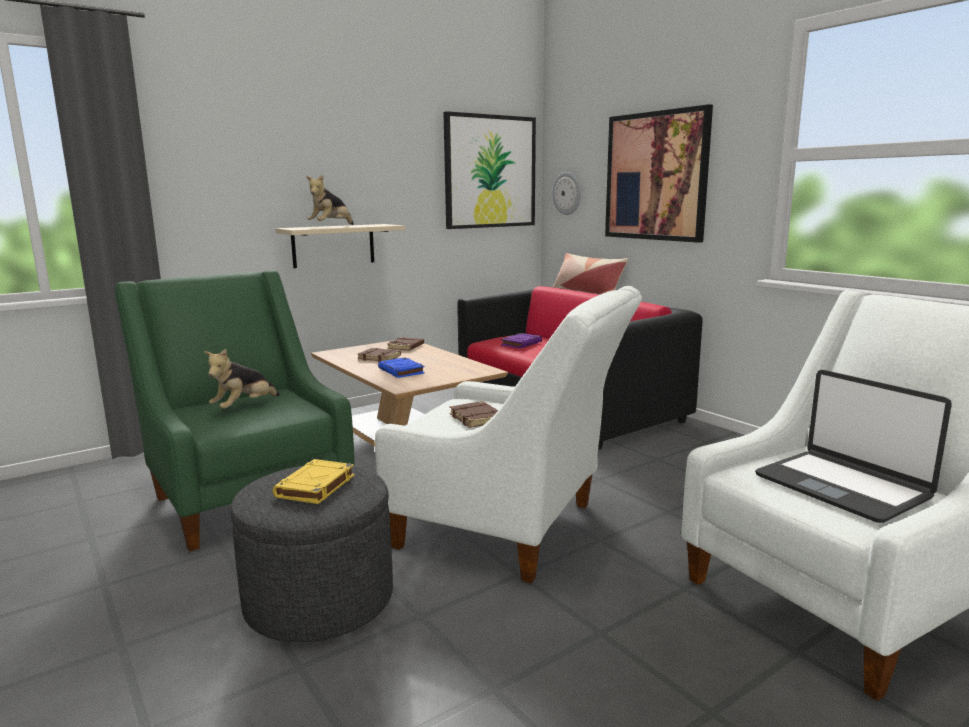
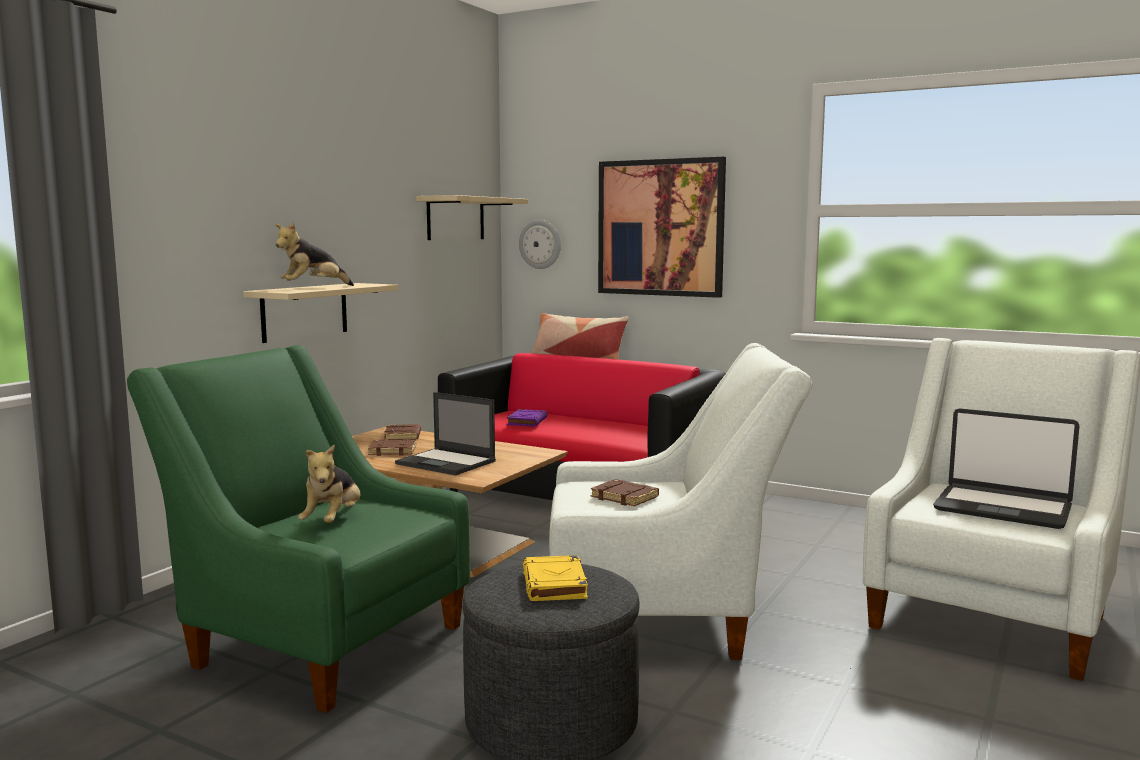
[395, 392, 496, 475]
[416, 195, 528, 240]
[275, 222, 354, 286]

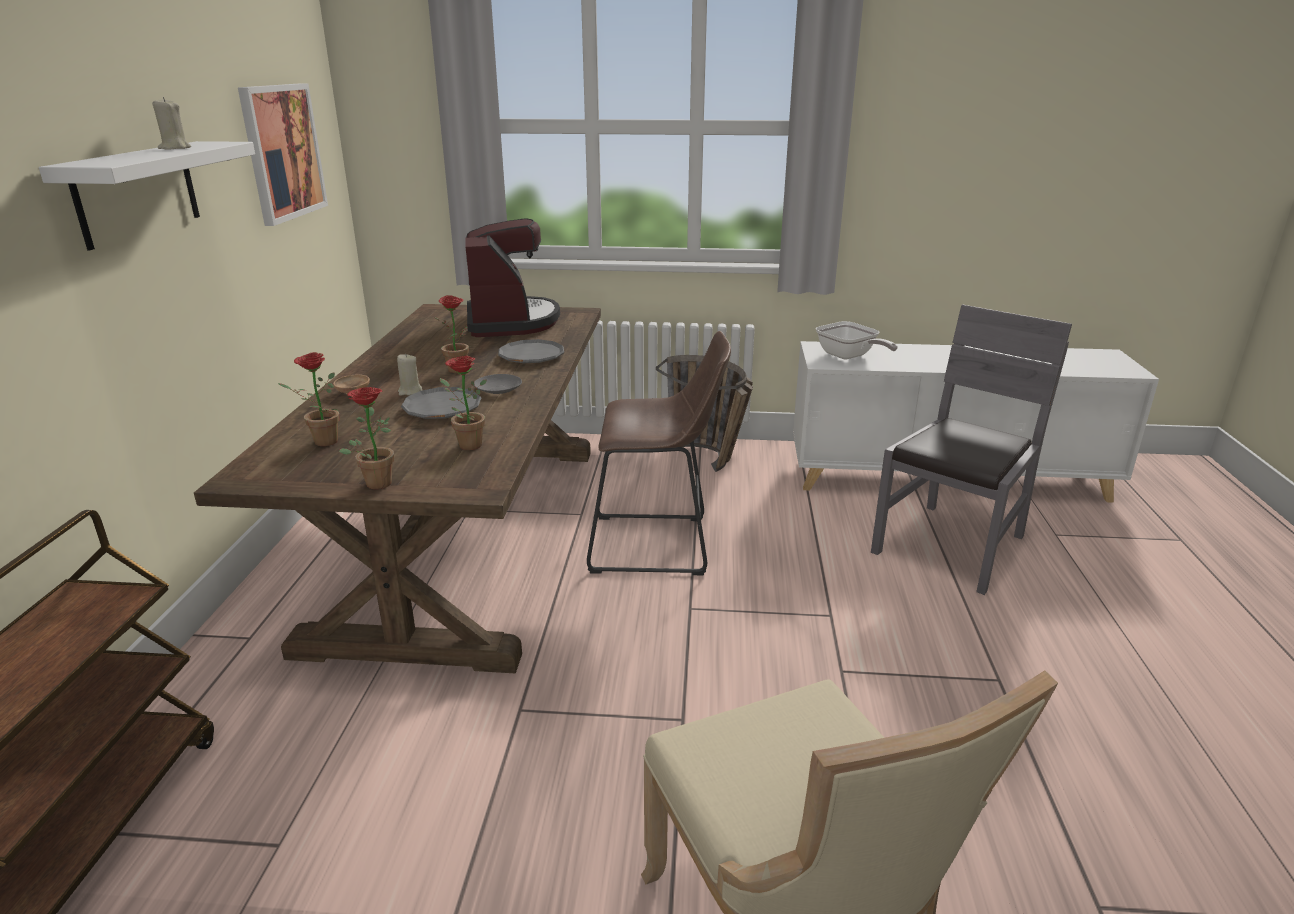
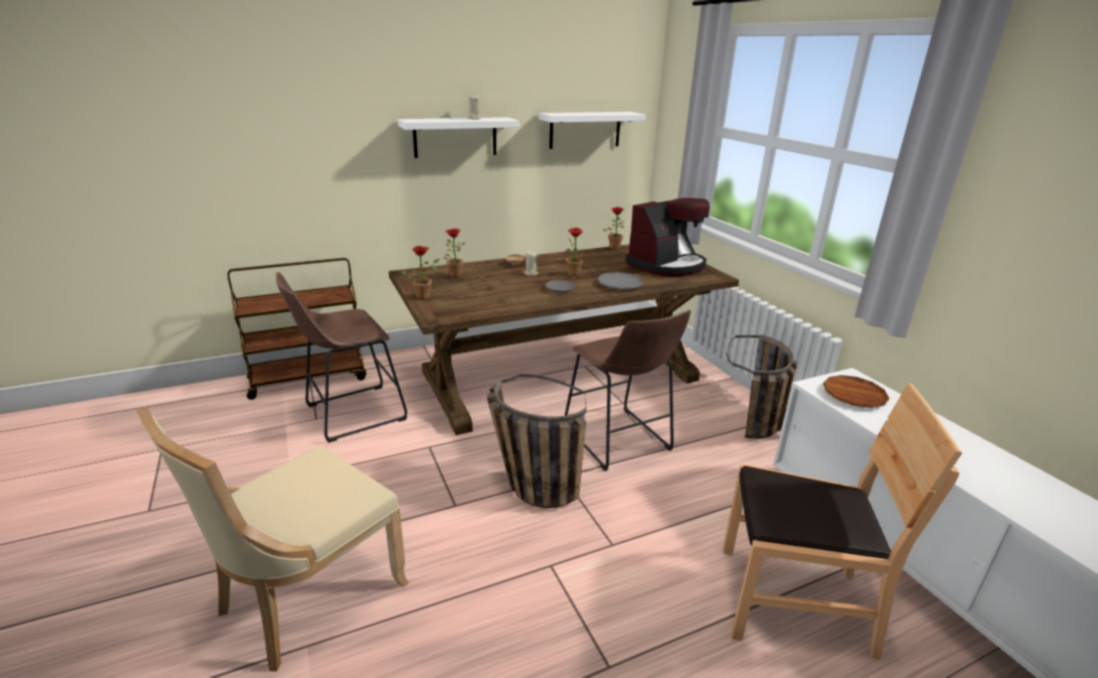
[401, 387, 481, 419] (first image)
[276, 272, 407, 443]
[487, 374, 587, 508]
[603, 207, 625, 250]
[538, 112, 646, 149]
[823, 375, 890, 408]
[723, 384, 962, 660]

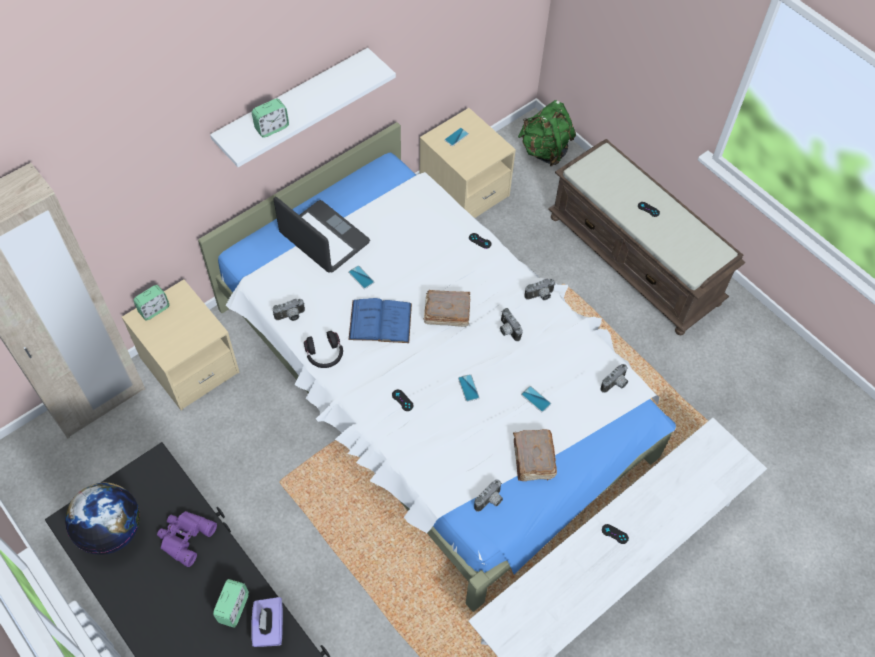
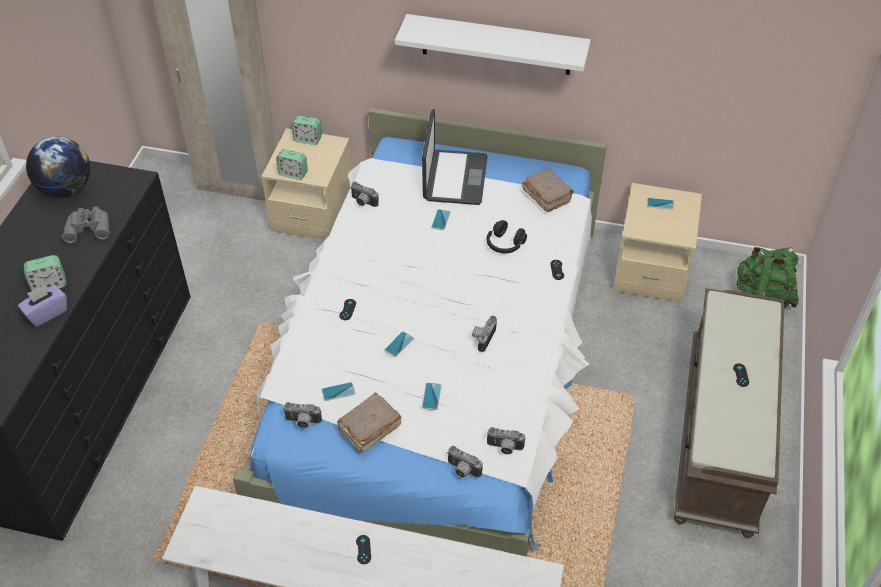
[348, 298, 412, 343] (first image)
[322, 382, 355, 401]
[276, 149, 308, 180]
[486, 220, 527, 253]
[522, 168, 574, 212]
[447, 446, 483, 478]
[62, 207, 110, 243]

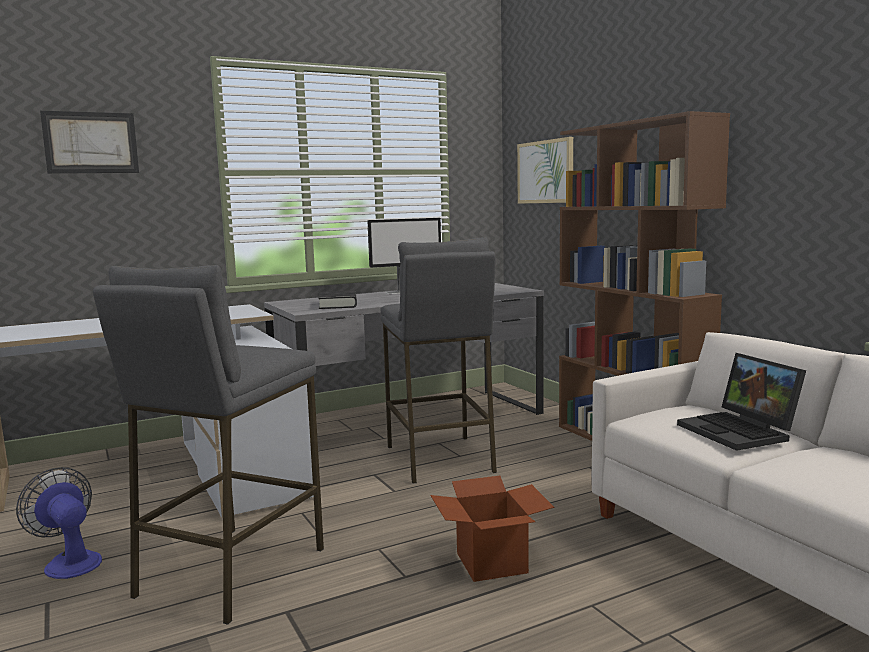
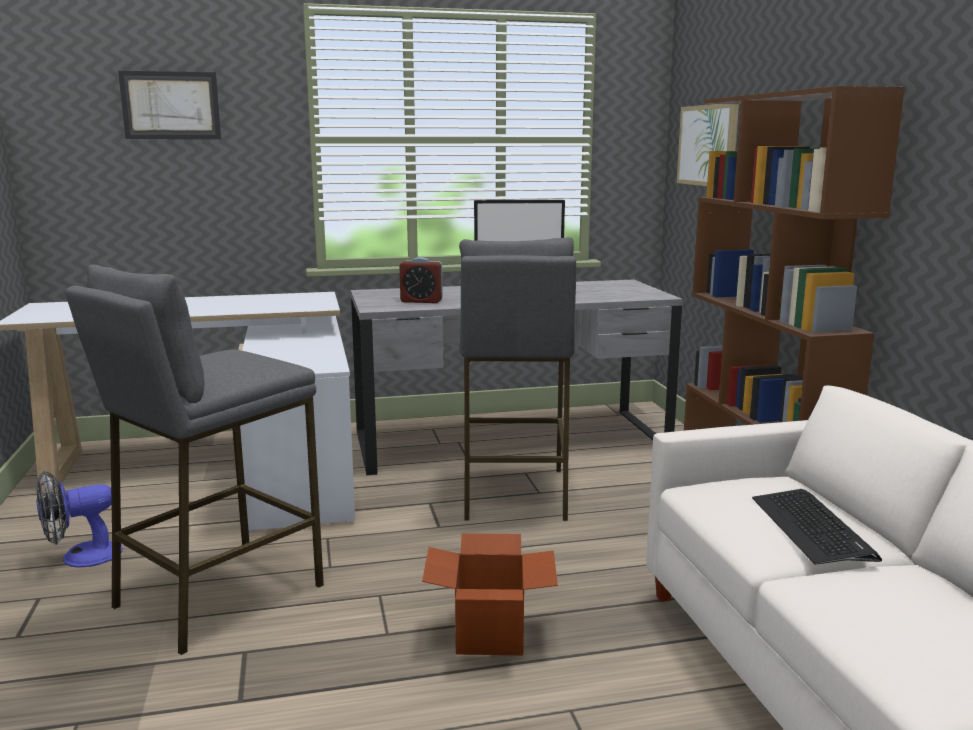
[399, 257, 443, 303]
[752, 489, 882, 564]
[36, 471, 123, 568]

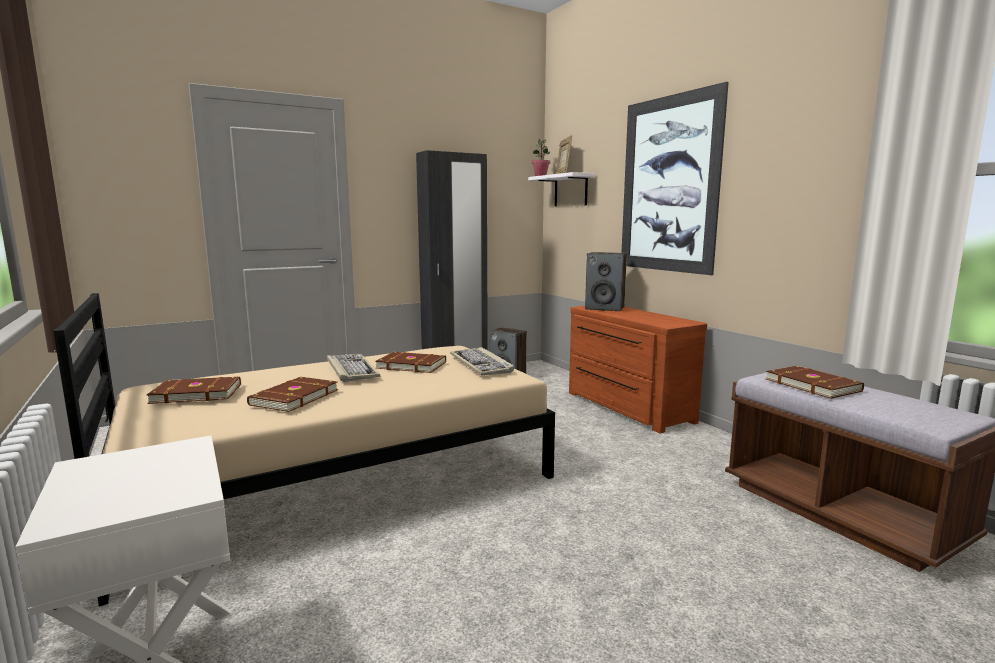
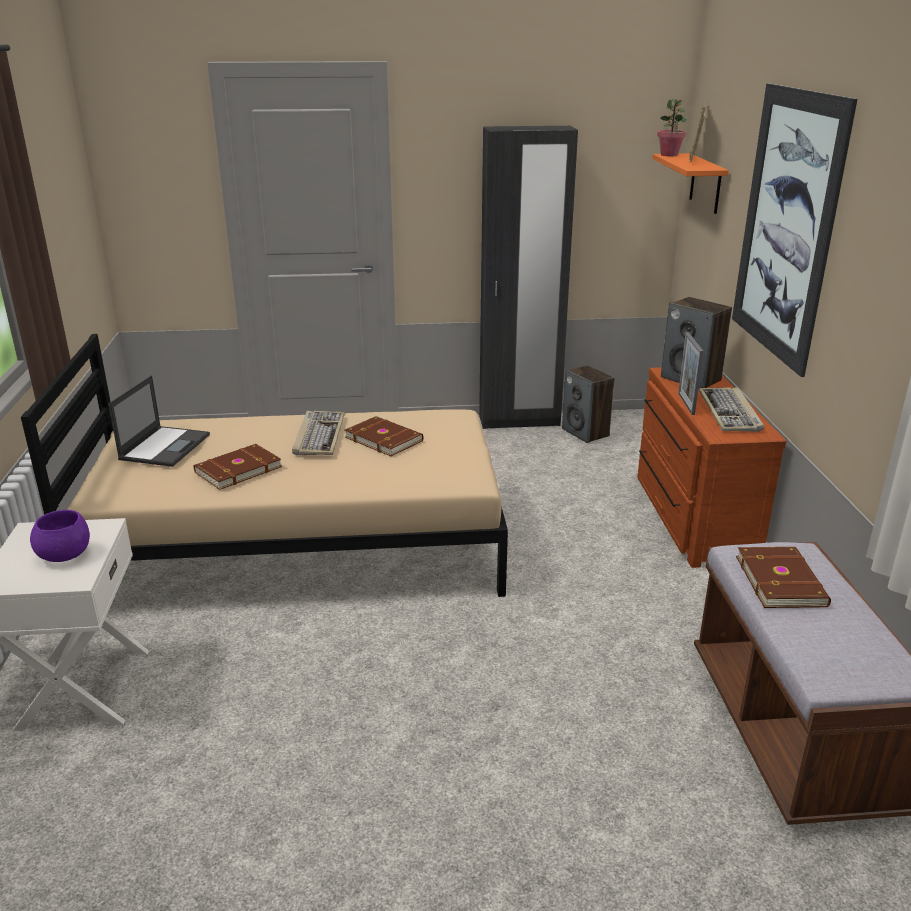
[30, 510, 90, 562]
[678, 332, 703, 415]
[699, 387, 764, 432]
[108, 375, 210, 467]
[652, 153, 729, 214]

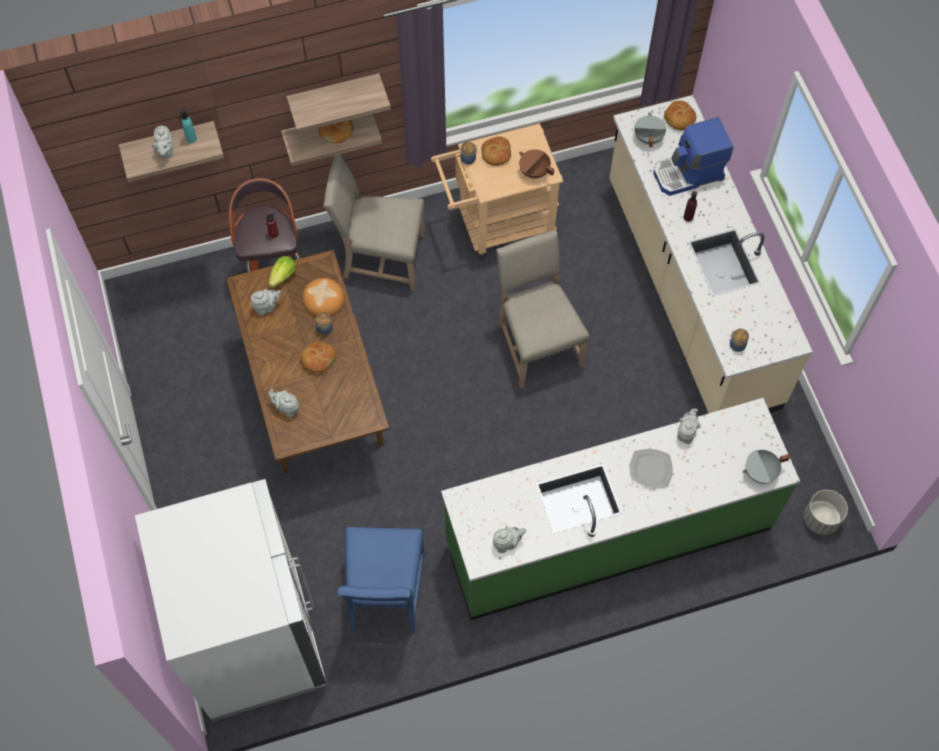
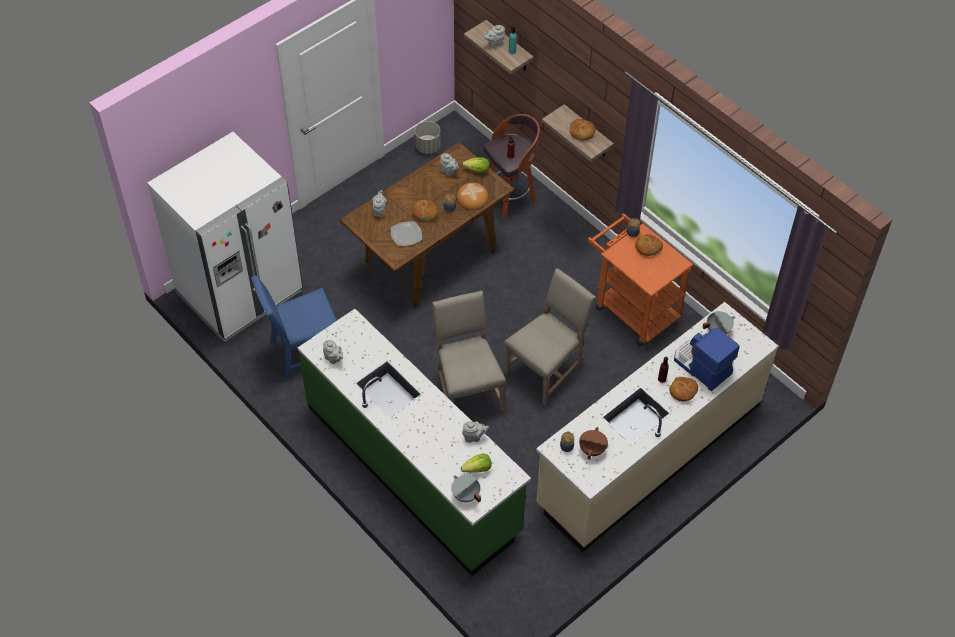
[286, 73, 391, 133] (first image)
[461, 454, 492, 473]
[432, 291, 506, 411]
[579, 427, 608, 460]
[391, 221, 422, 246]
[669, 377, 698, 401]
[415, 121, 441, 154]
[587, 213, 694, 346]

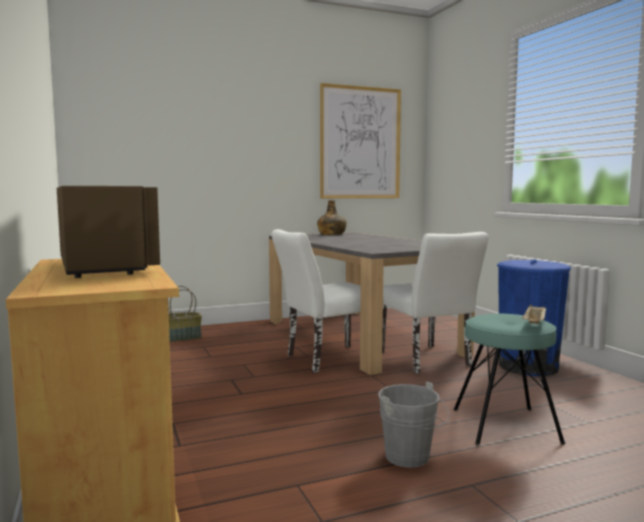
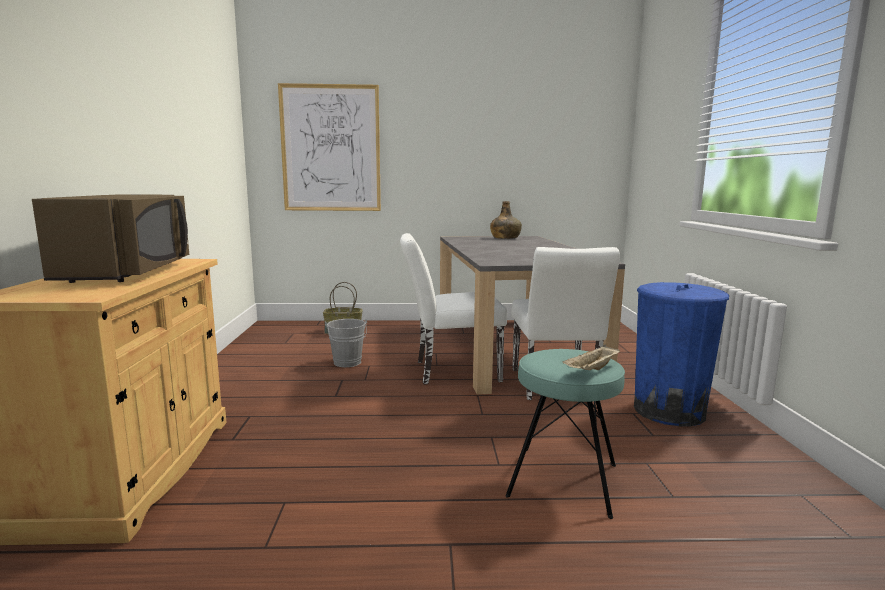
[278, 83, 381, 211]
[325, 318, 367, 367]

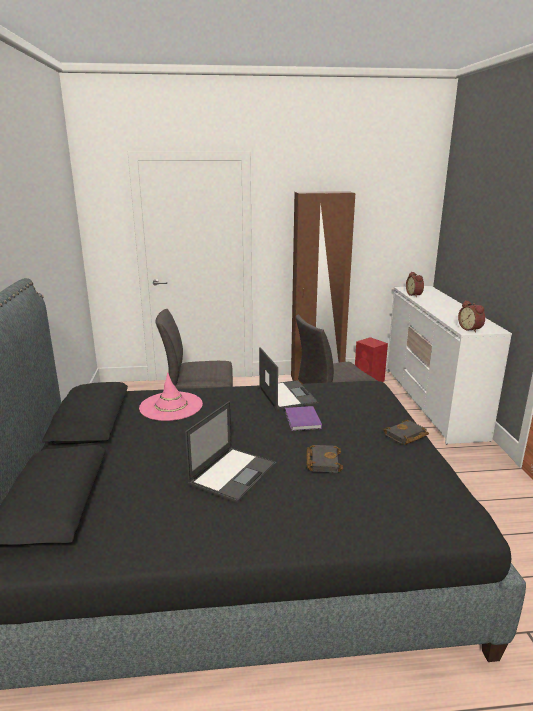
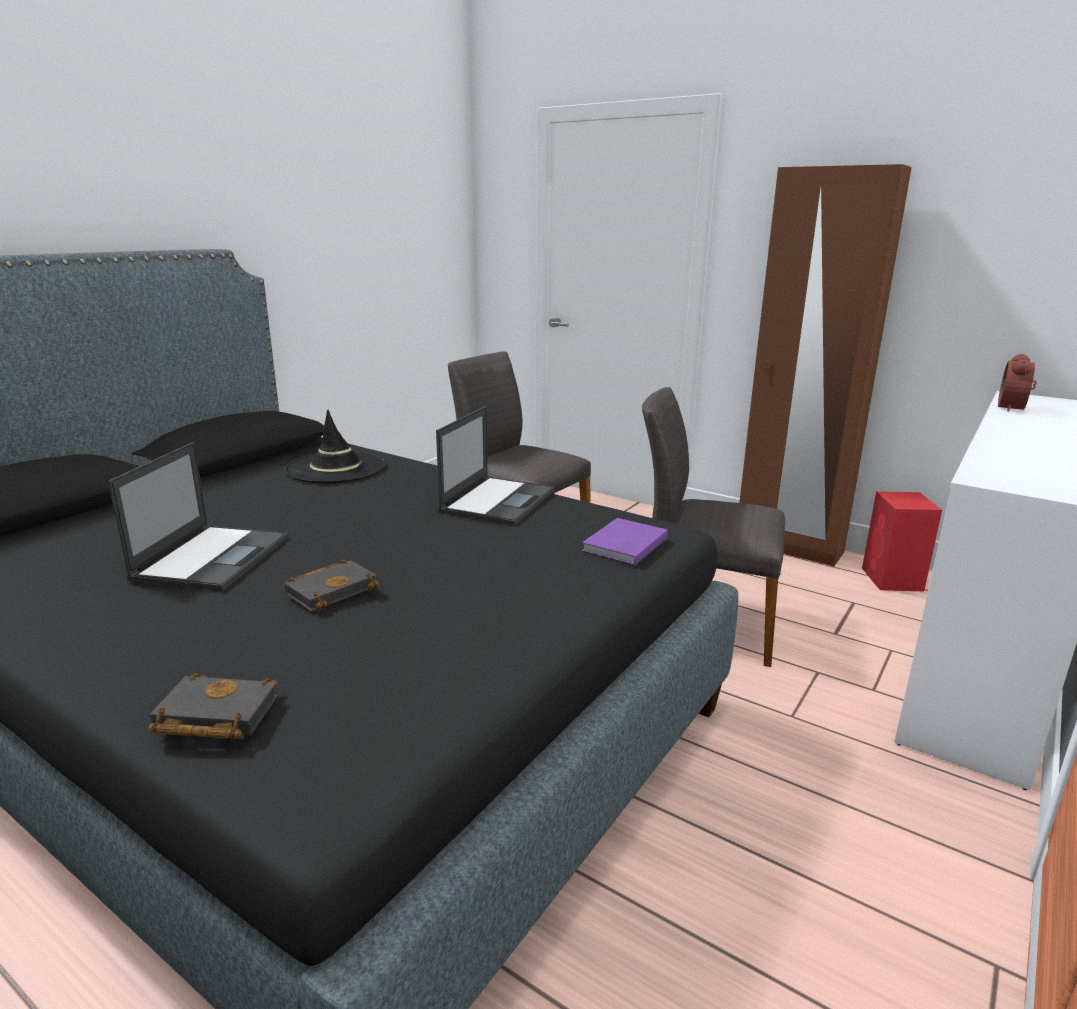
[458, 300, 485, 333] (first image)
[582, 518, 668, 566]
[148, 673, 278, 740]
[285, 410, 387, 483]
[108, 442, 288, 591]

